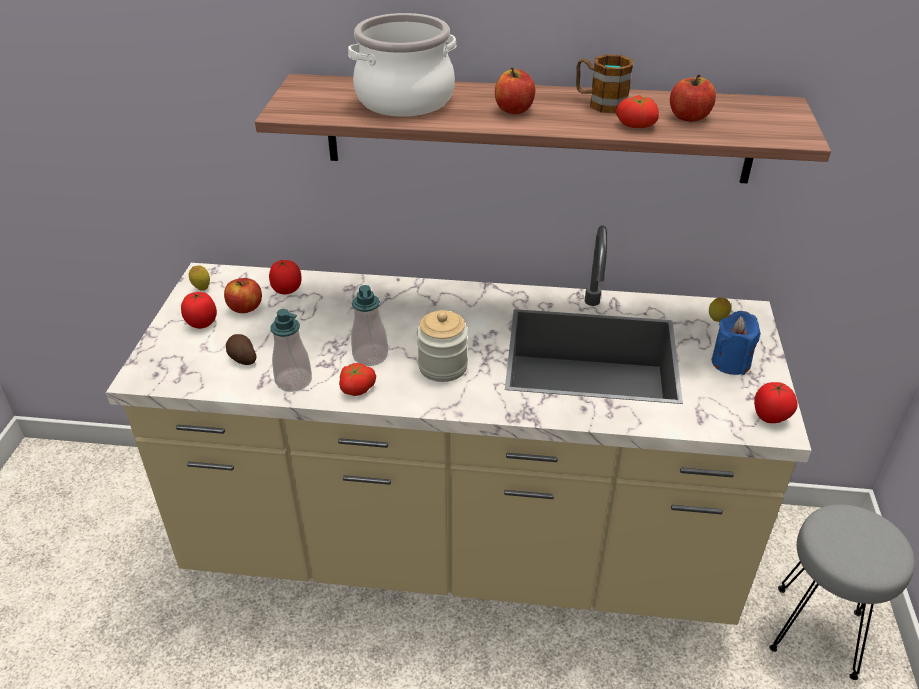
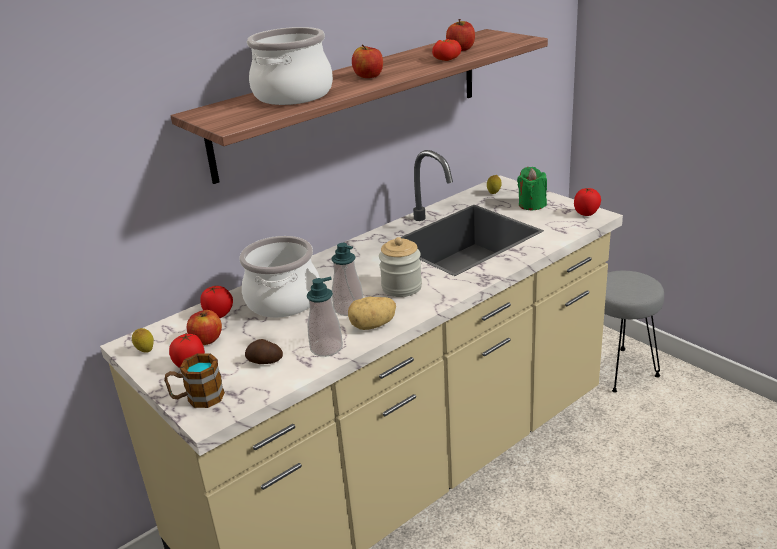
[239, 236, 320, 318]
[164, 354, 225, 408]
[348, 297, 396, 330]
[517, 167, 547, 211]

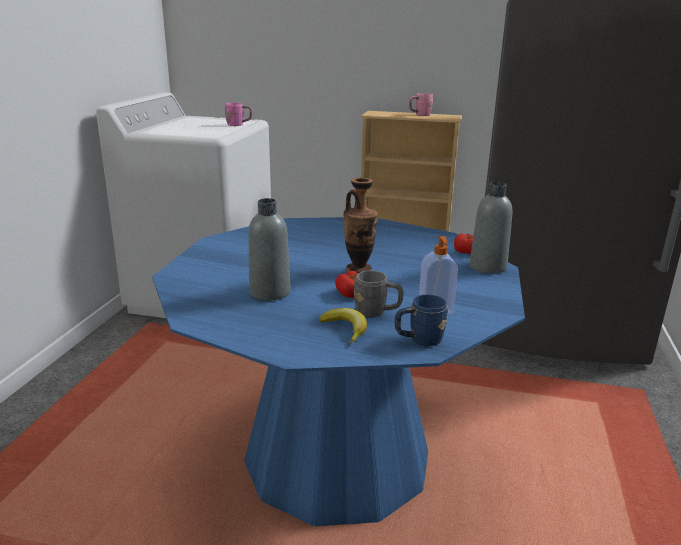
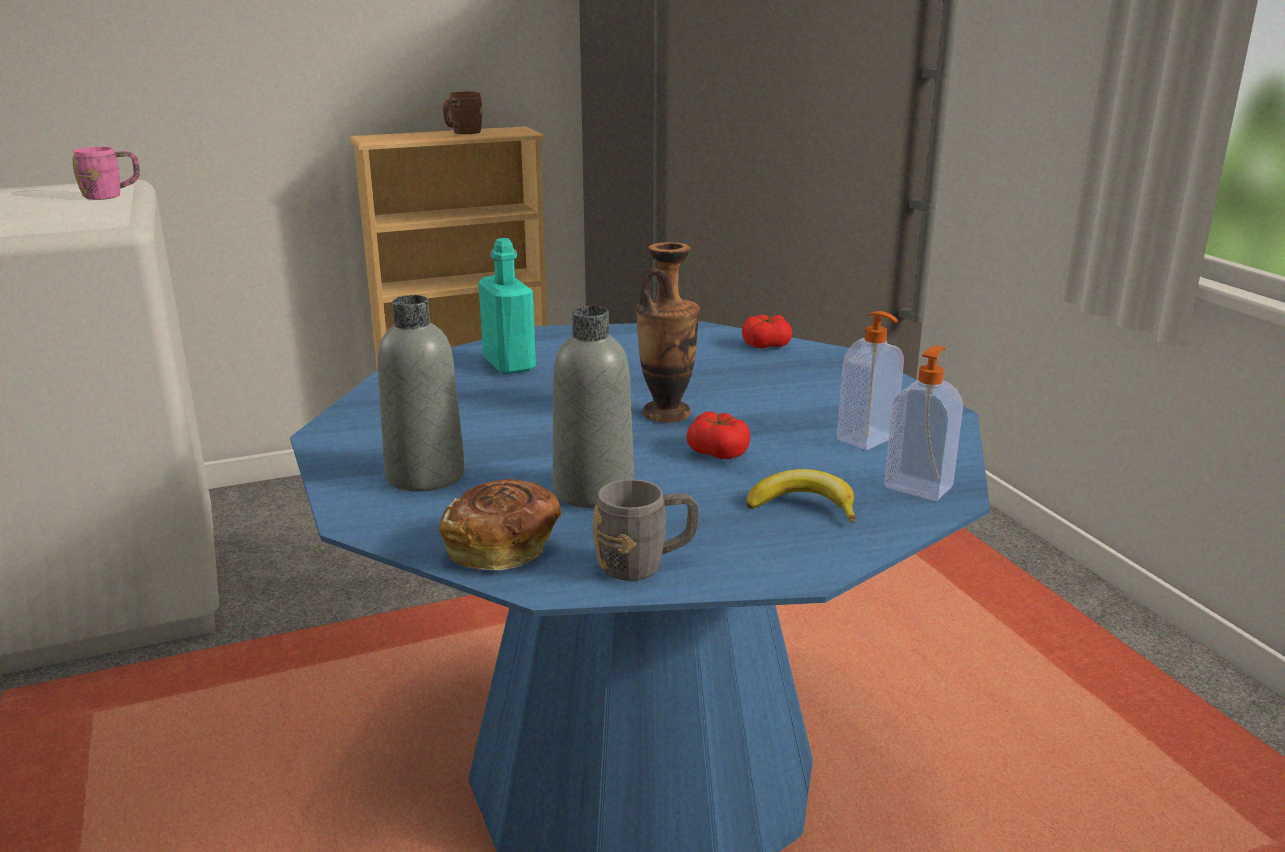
[439, 479, 562, 571]
[478, 238, 536, 375]
[593, 479, 699, 581]
[377, 295, 465, 492]
[884, 346, 963, 501]
[443, 92, 483, 134]

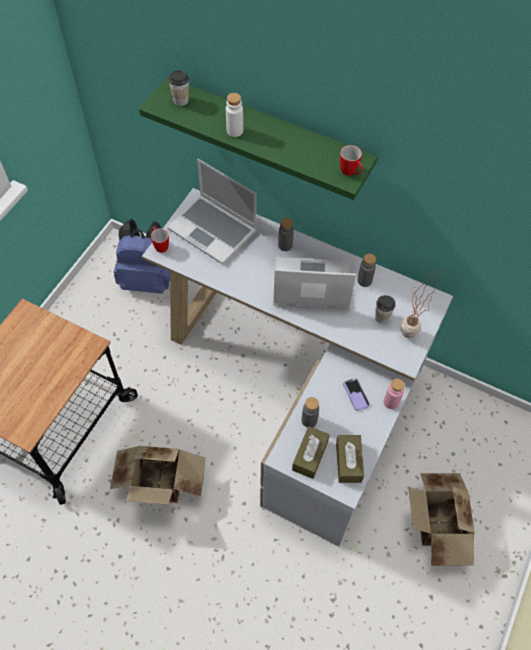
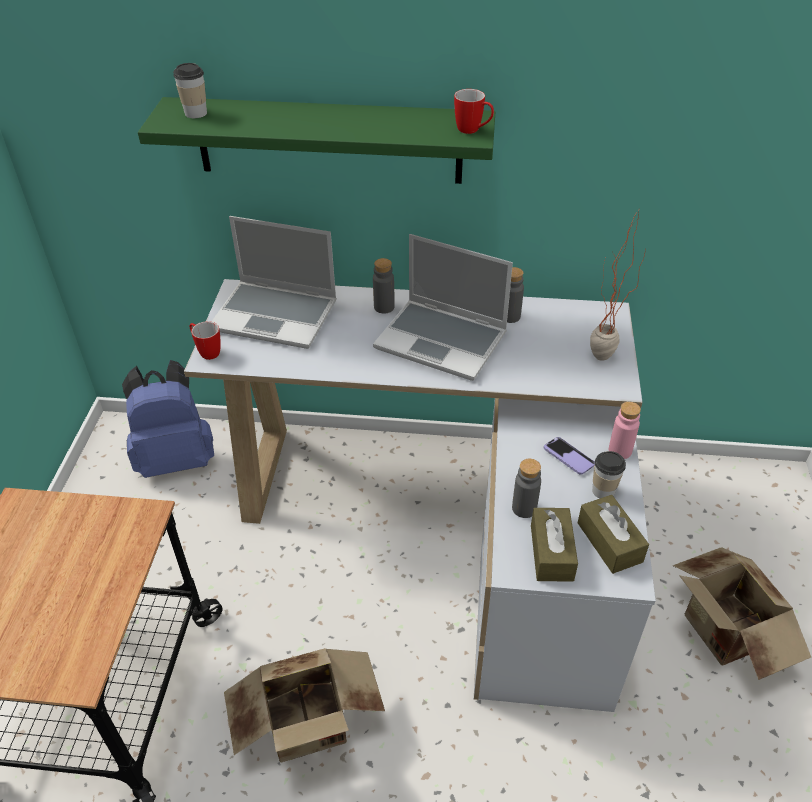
[226, 93, 243, 137] (first image)
[592, 451, 626, 498]
[373, 234, 513, 381]

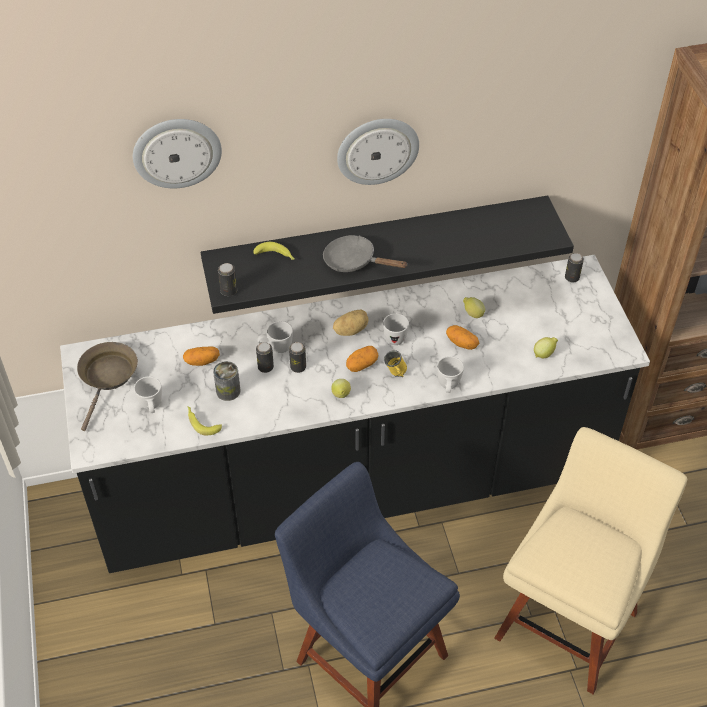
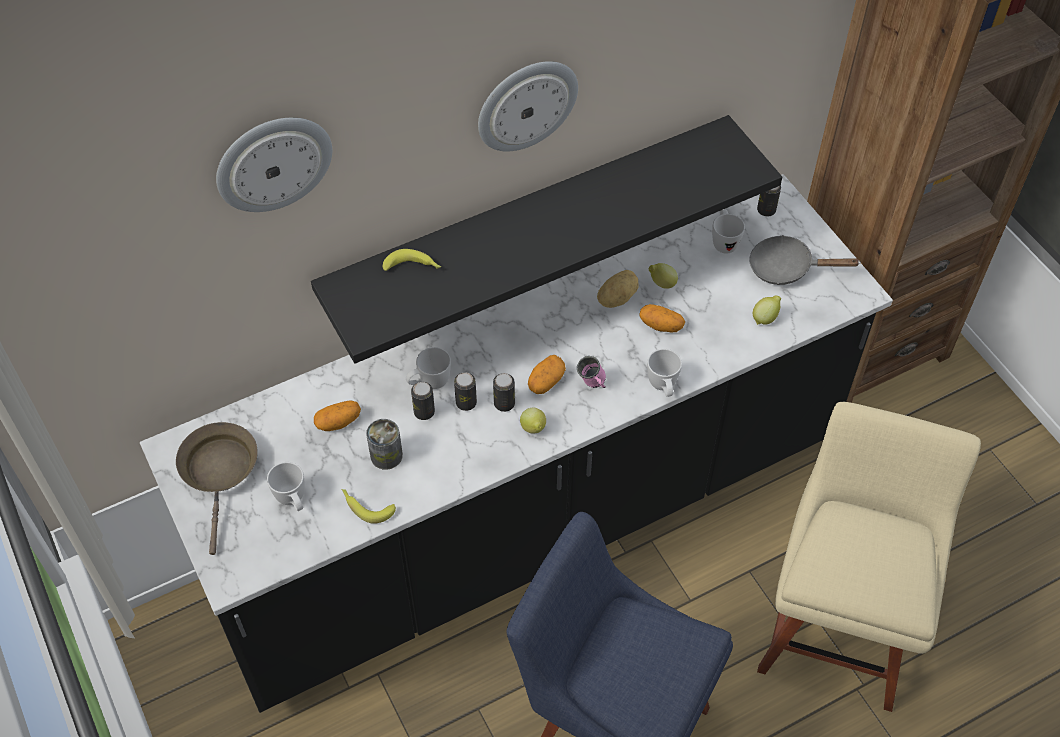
[493, 373, 515, 412]
[749, 235, 861, 285]
[597, 270, 639, 308]
[712, 210, 745, 254]
[577, 356, 606, 388]

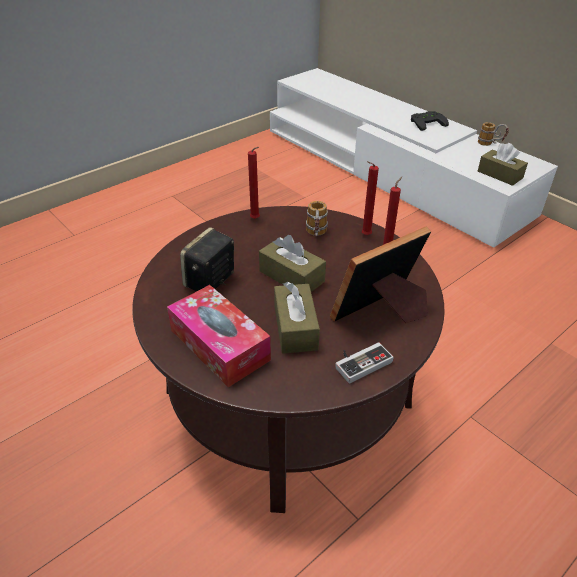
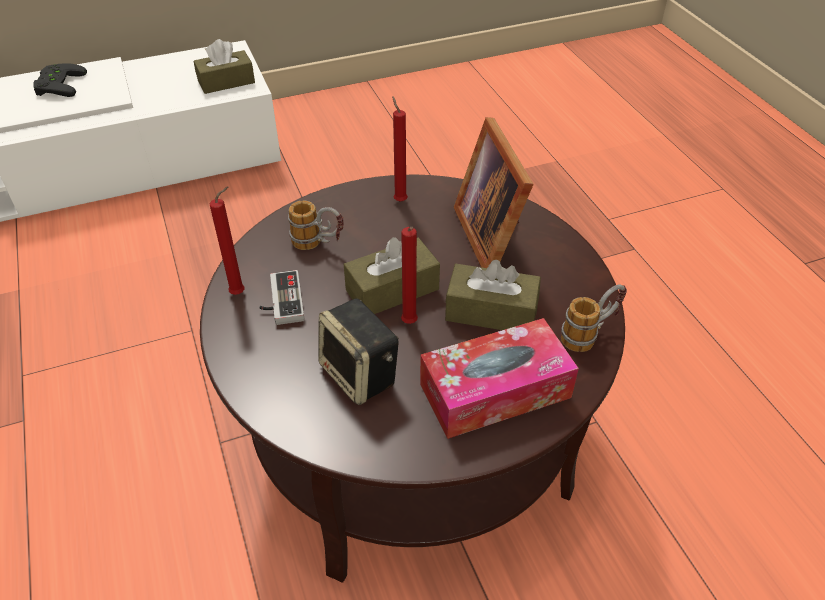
[259, 270, 304, 325]
[401, 227, 418, 324]
[561, 285, 627, 352]

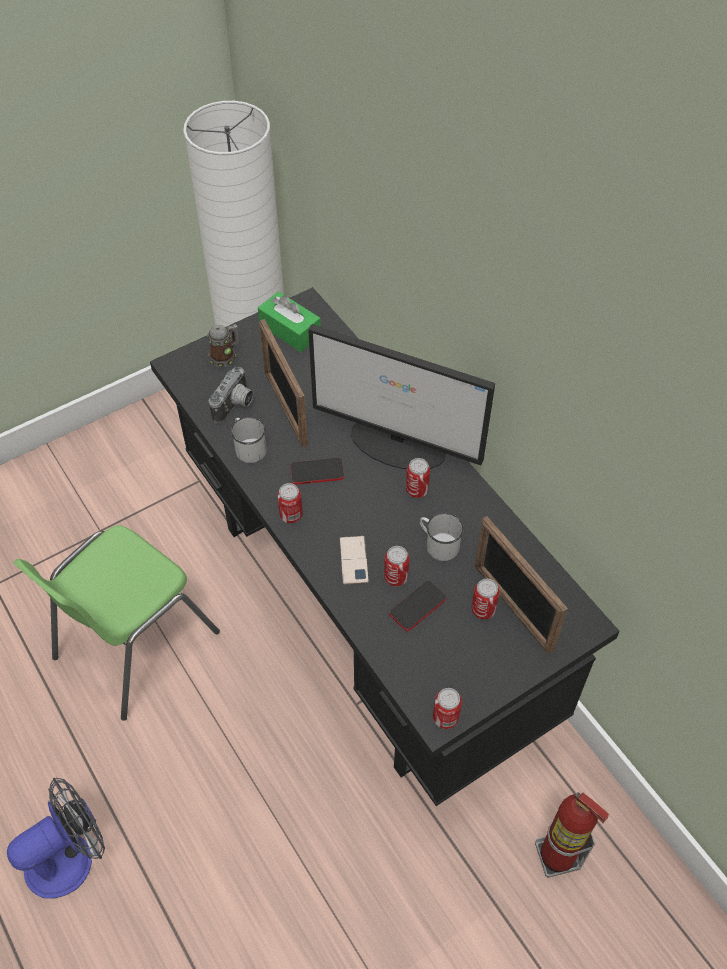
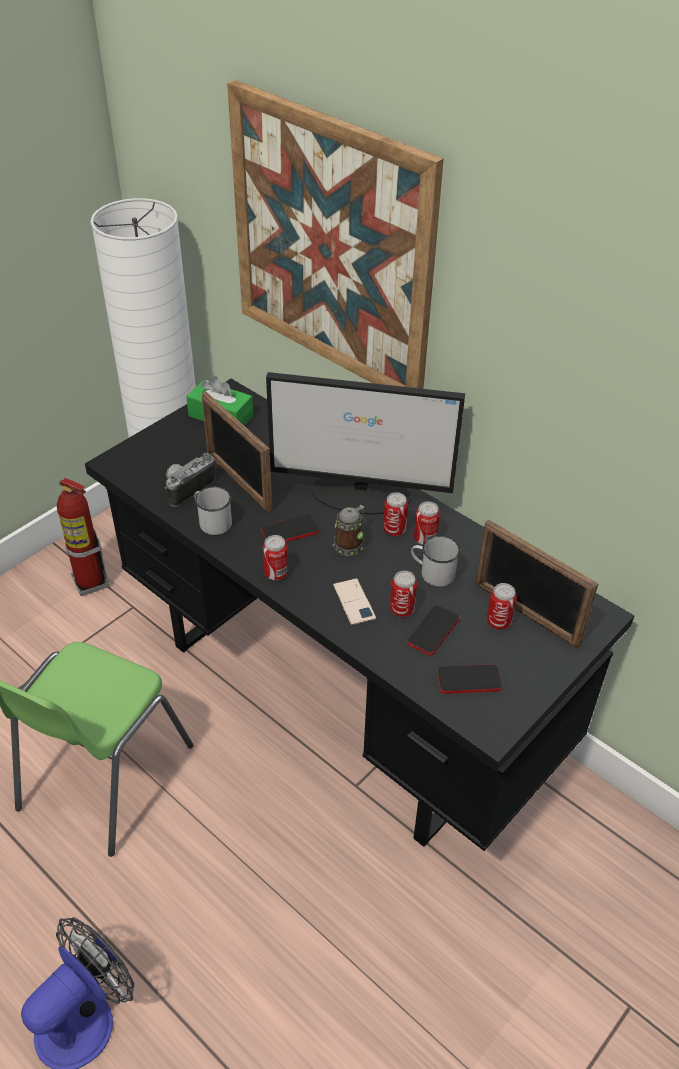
[227, 80, 444, 389]
[437, 664, 502, 694]
[333, 505, 365, 556]
[414, 501, 440, 545]
[57, 478, 110, 596]
[165, 453, 215, 507]

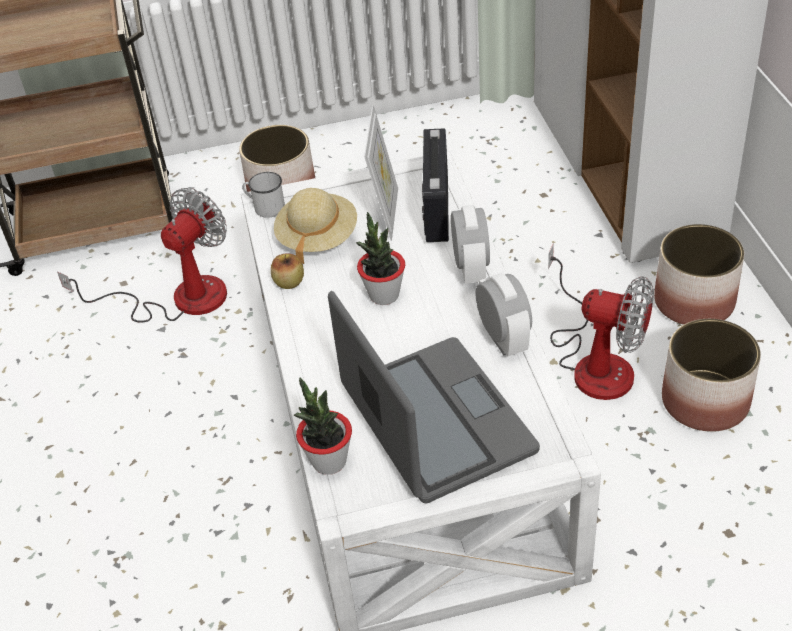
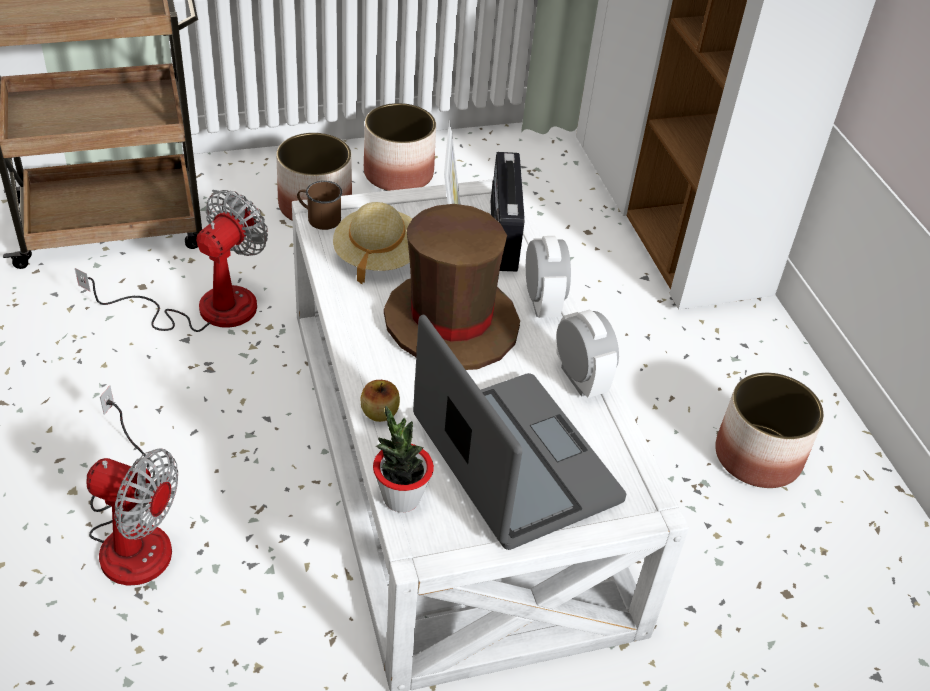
[360, 380, 400, 422]
[86, 386, 178, 586]
[364, 103, 436, 191]
[384, 204, 520, 370]
[297, 181, 342, 230]

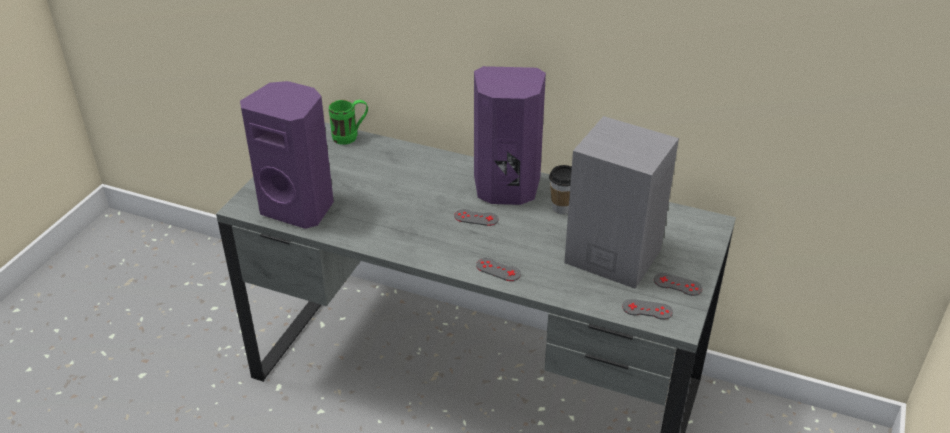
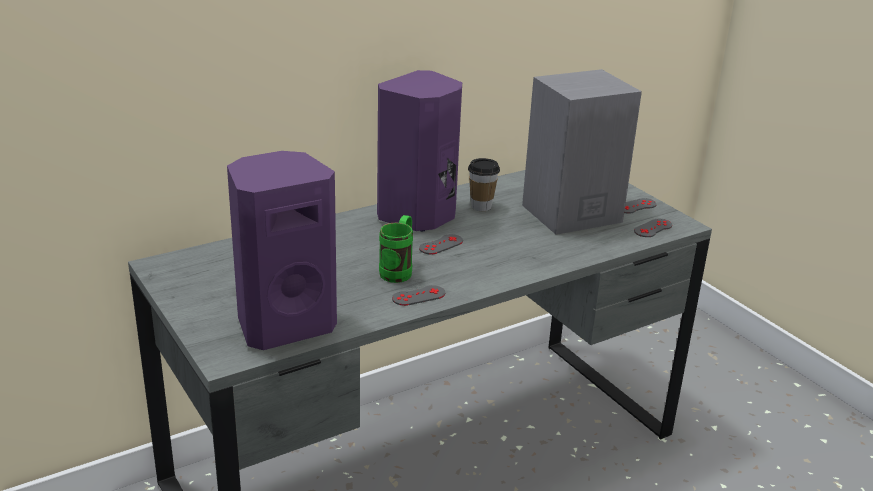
[379, 215, 413, 283]
[392, 285, 445, 306]

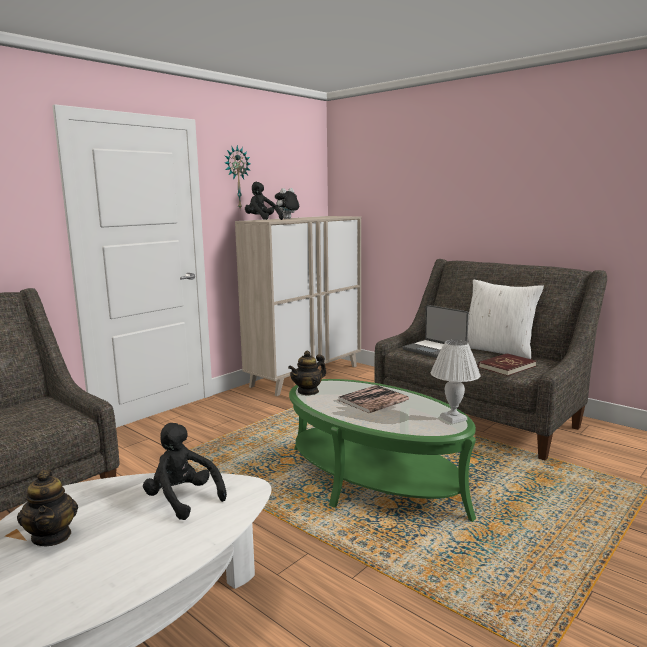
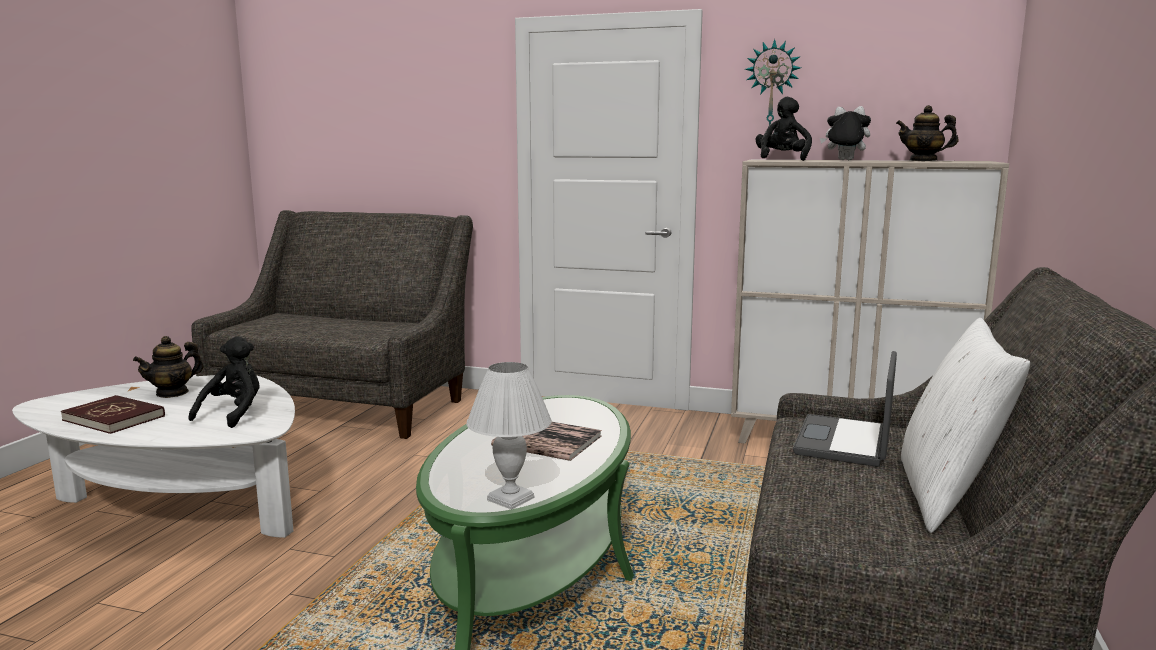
[896, 105, 958, 161]
[61, 395, 165, 434]

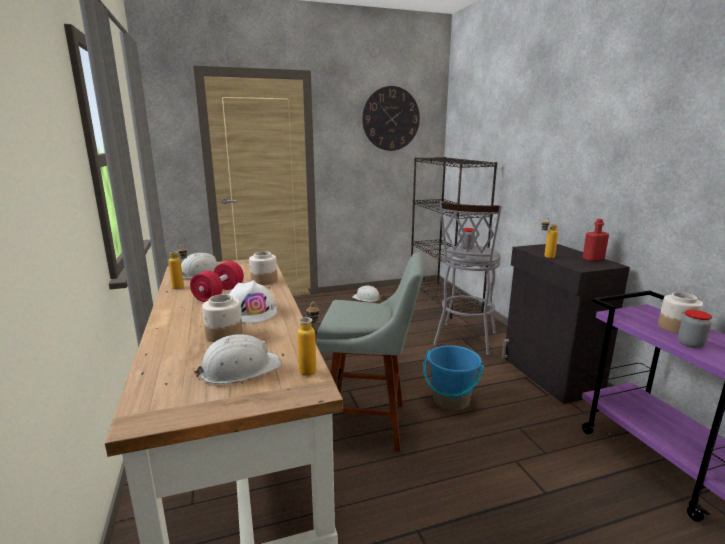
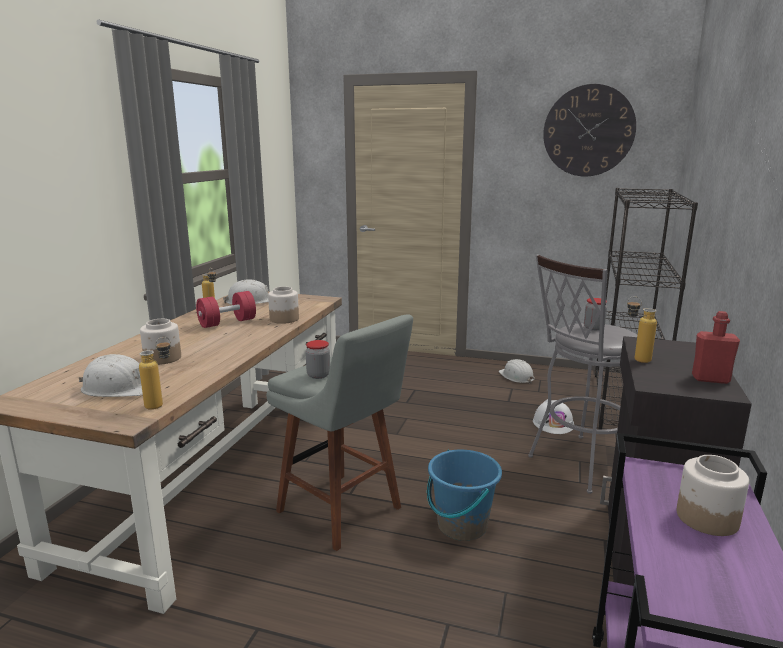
[533, 399, 574, 434]
[306, 340, 330, 379]

